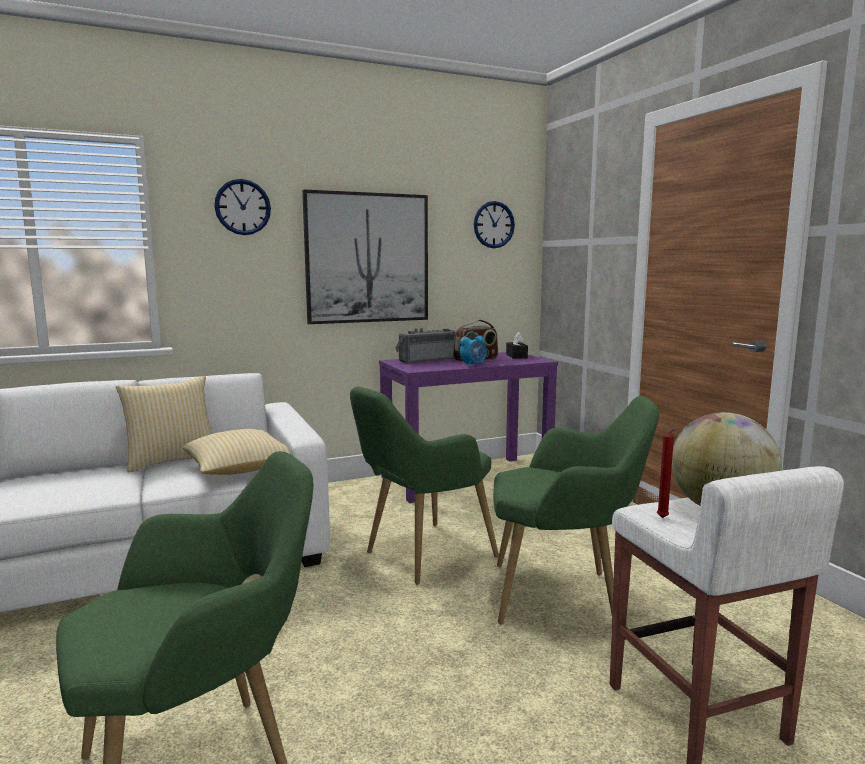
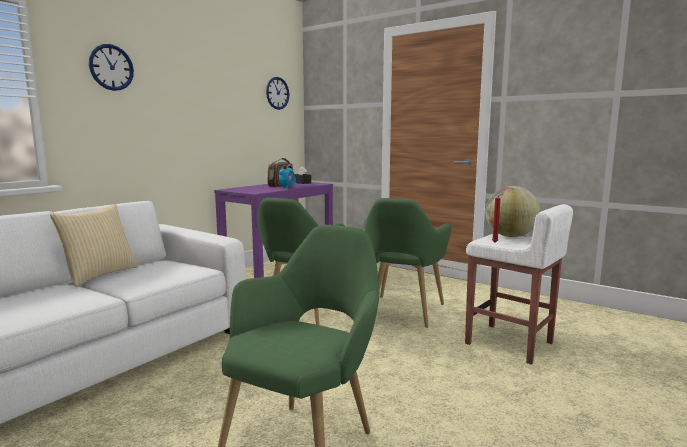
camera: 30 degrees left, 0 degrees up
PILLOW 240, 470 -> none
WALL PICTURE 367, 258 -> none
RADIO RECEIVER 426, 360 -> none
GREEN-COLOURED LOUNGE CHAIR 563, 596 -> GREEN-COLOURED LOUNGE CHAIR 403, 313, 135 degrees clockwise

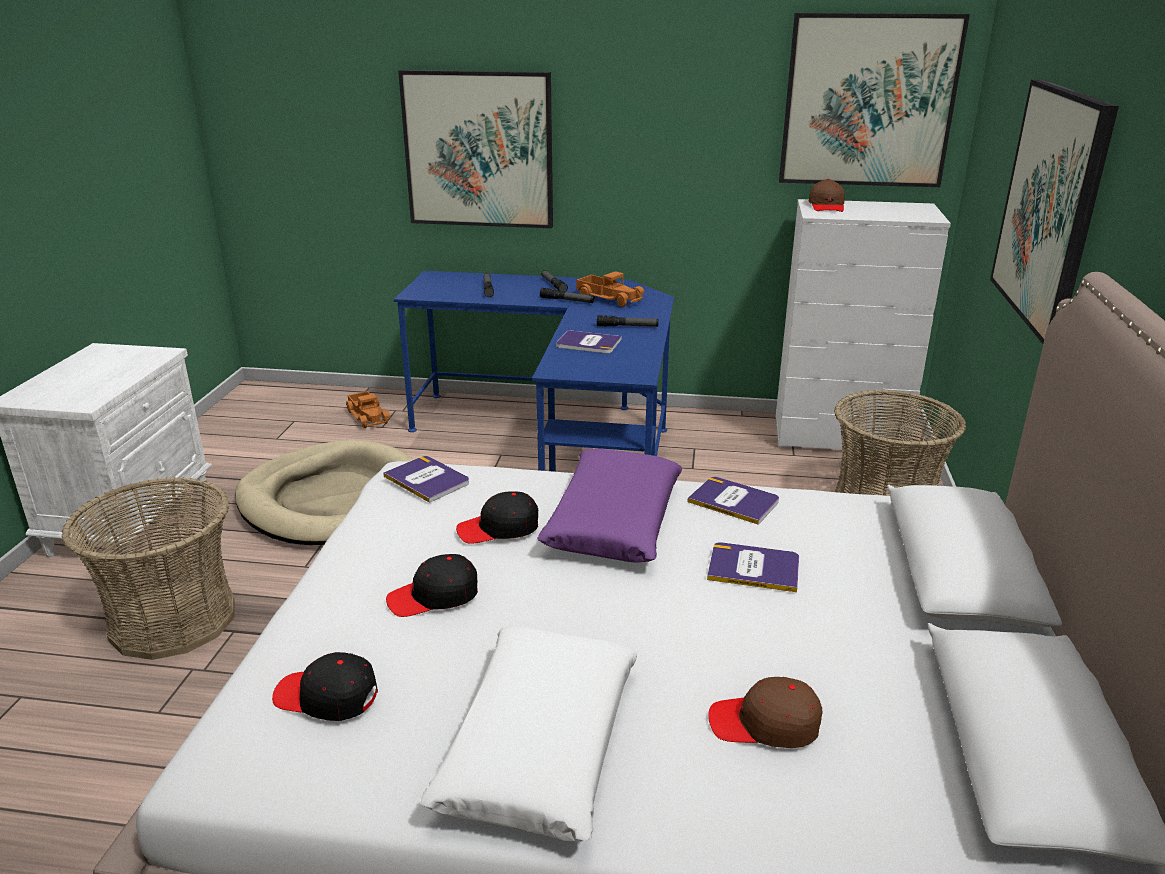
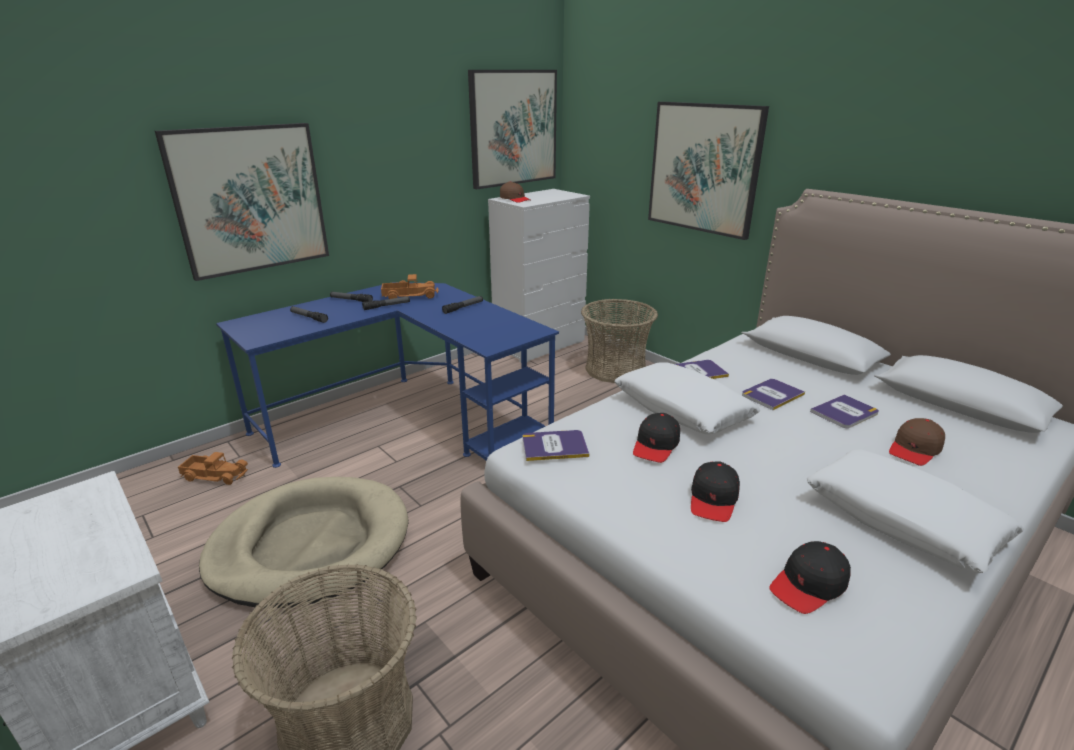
camera: 50 degrees left, 0 degrees up
VOLUME 588, 343 -> VOLUME 844, 412, move
PURPLISH PILLOW 613, 520 -> WHITISH PILLOW 682, 409

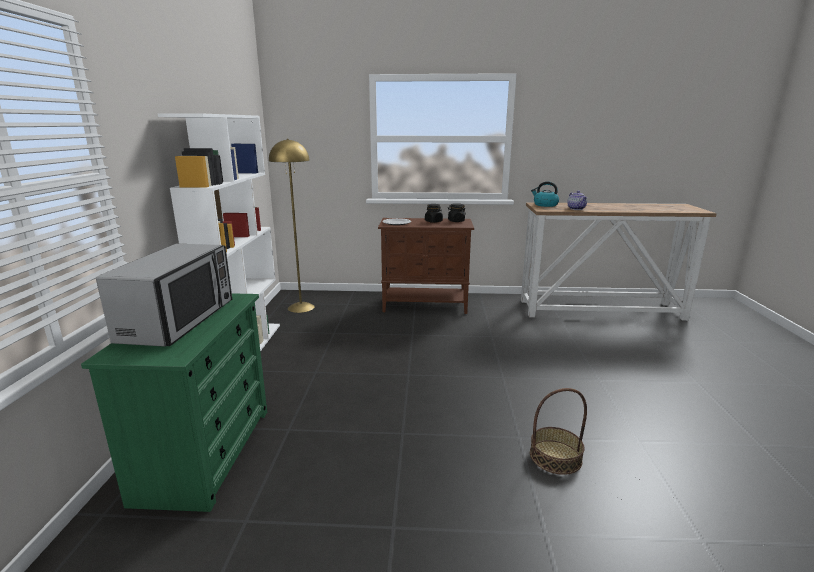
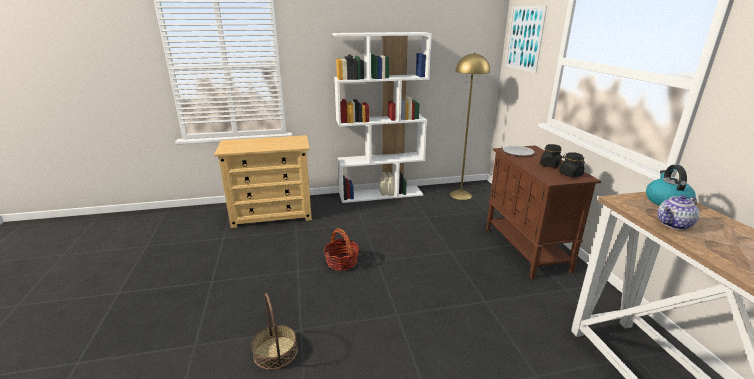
camera: 75 degrees right, 5 degrees up
MICROWAVE 179, 320 -> none
none -> HOUSEHOLD BASKET 342, 262
none -> WALL PICTURE 524, 38
GREEN-COLOURED DRESSER 206, 452 -> SAND-COLOURED DRESSER 273, 214

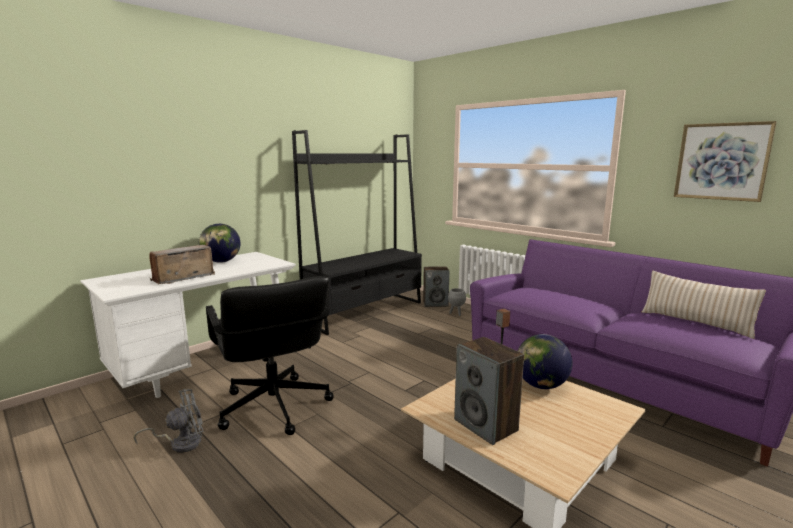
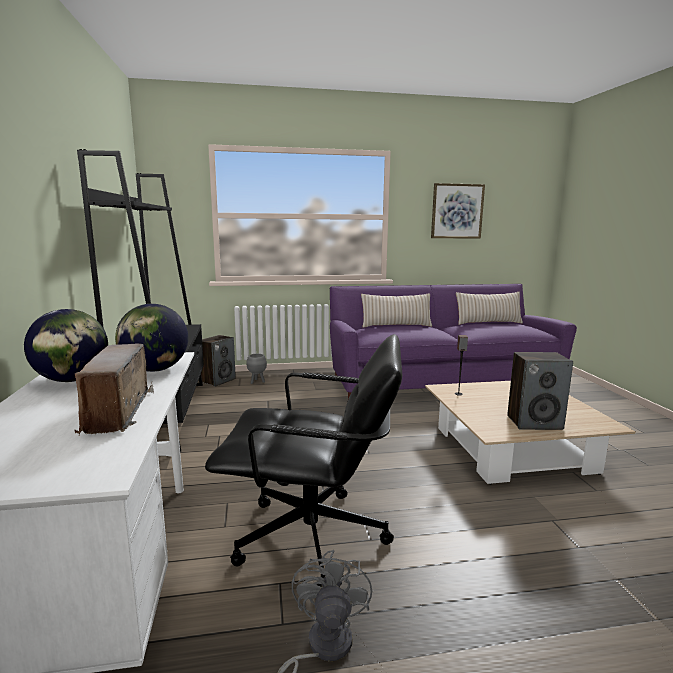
camera: 55 degrees left, 0 degrees up
none -> SAND-COLOURED PILLOW 396, 325
WORLD GLOBE 541, 385 -> WORLD GLOBE 155, 370, move

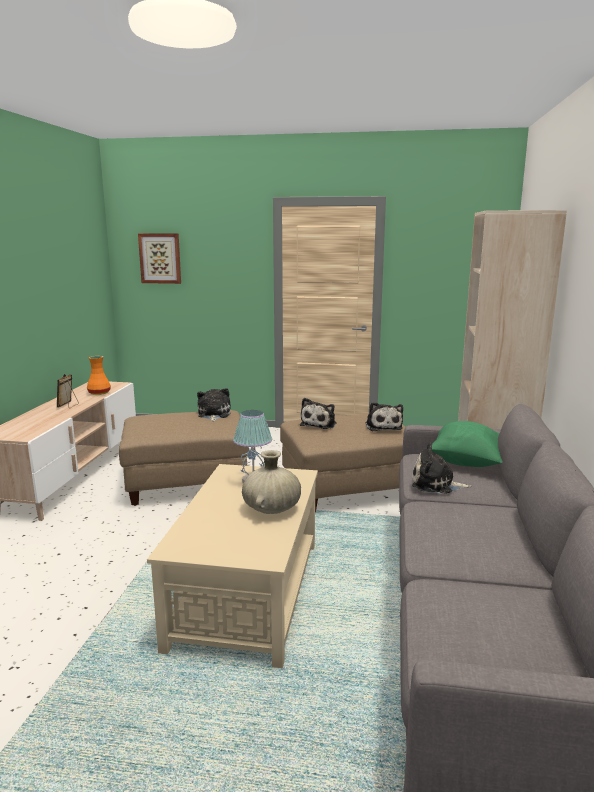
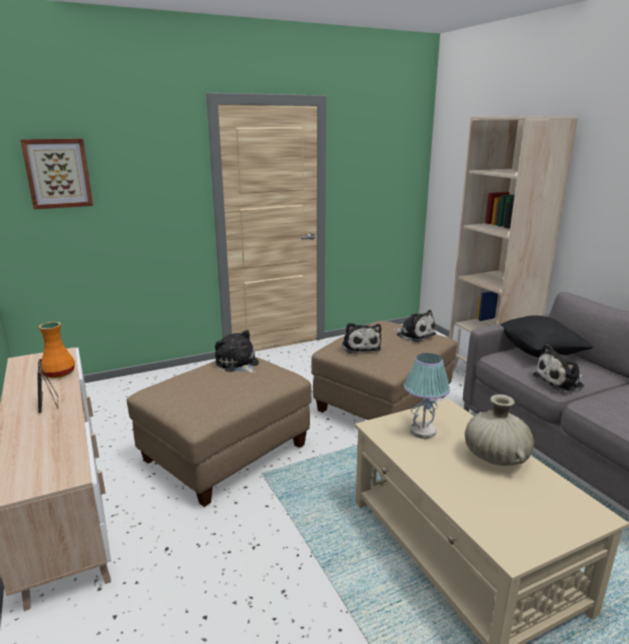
camera: 35 degrees left, 5 degrees up
GREEN-COLOURED PILLOW 466, 462 -> BLACK PILLOW 539, 352

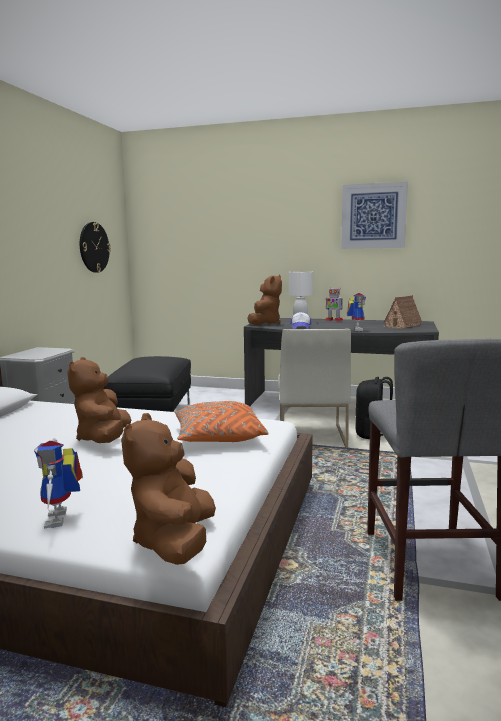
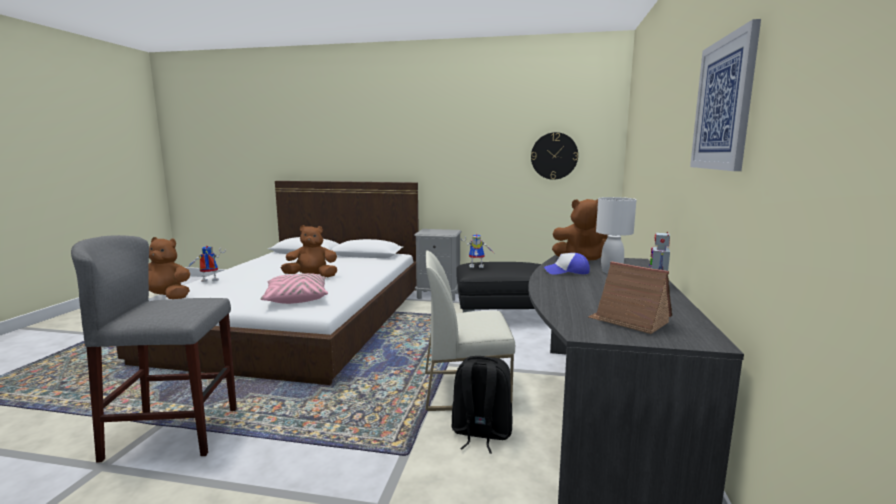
camera: 85 degrees right, 0 degrees up
TOY ROBOT 355, 329 -> TOY ROBOT 477, 266, move
ORANGE-COLOURED PILLOW 218, 437 -> PINK-COLOURED PILLOW 296, 298

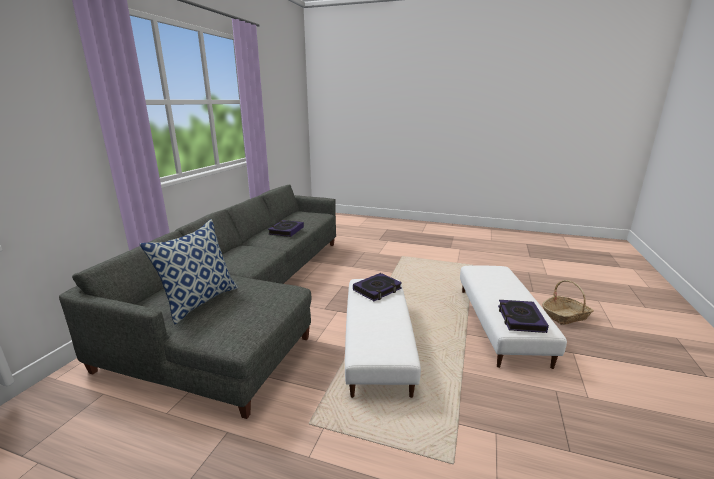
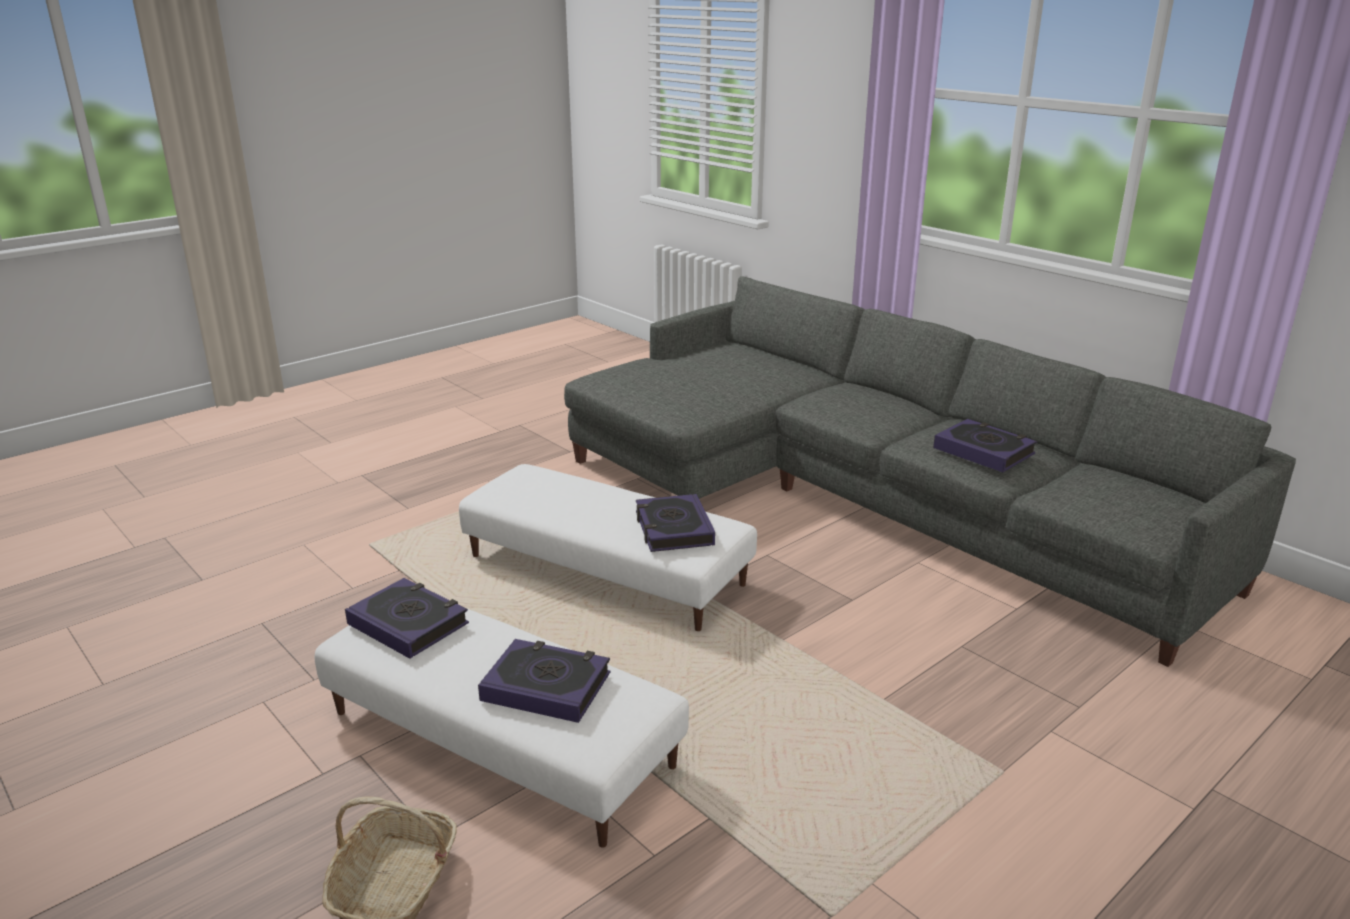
camera: 120 degrees right, 5 degrees up
PILLOW 200, 301 -> none
none -> VOLUME 546, 687

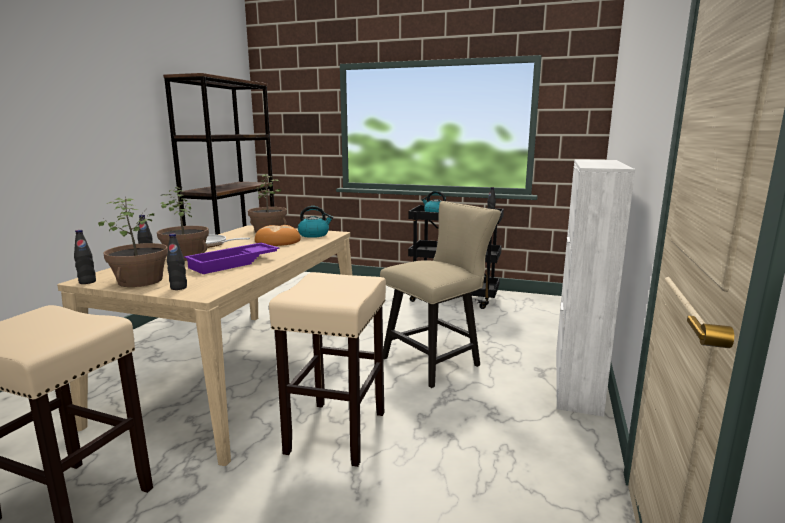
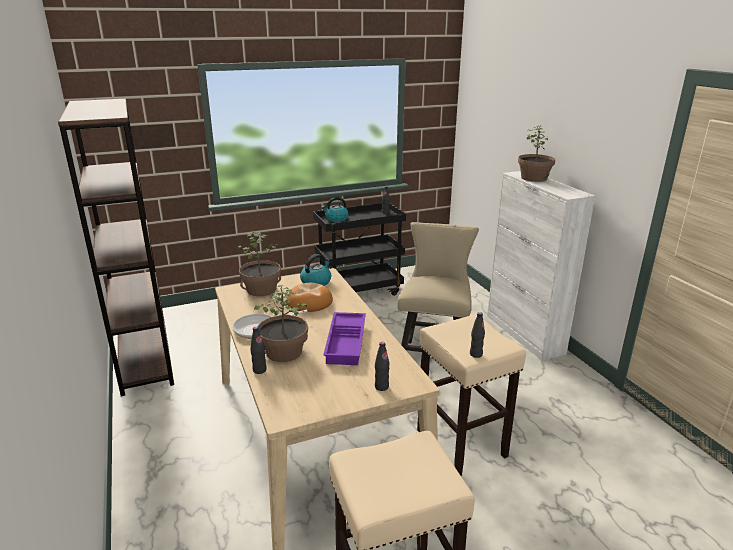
camera: 40 degrees left, 10 degrees up
BLACK DRINK BOTTLE 87, 282 -> BLACK DRINK BOTTLE 476, 354, move
PLANT IN A POT 141, 281 -> PLANT IN A POT 534, 178, move

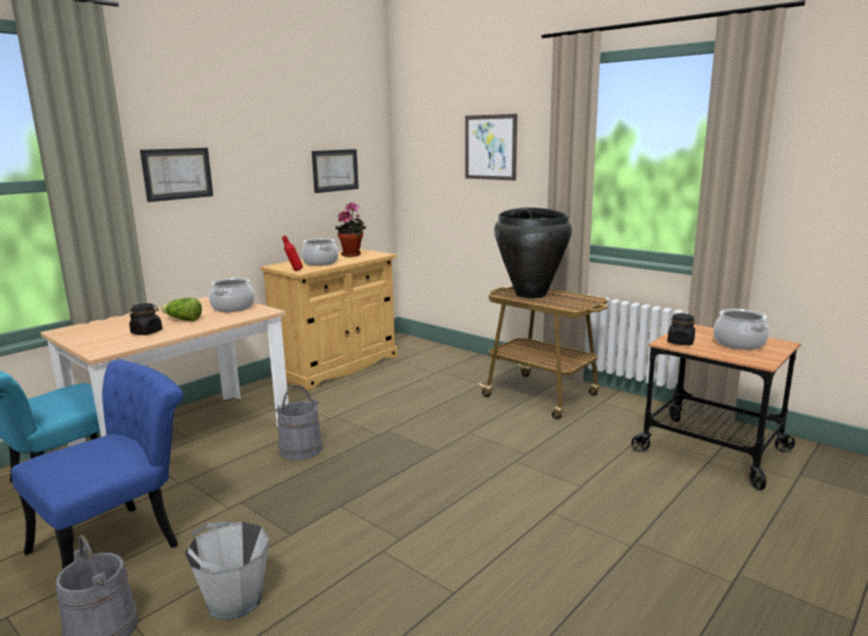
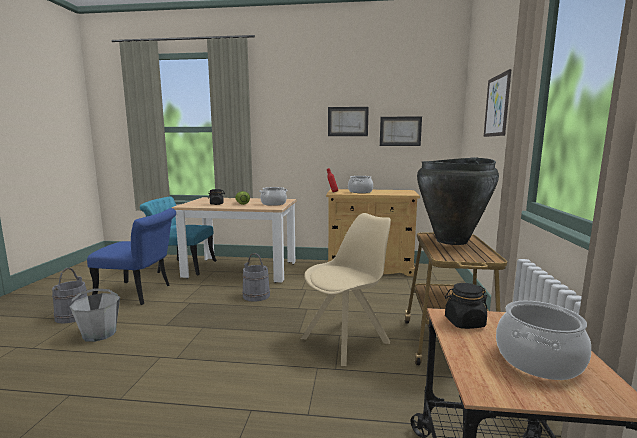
camera: 55 degrees right, 5 degrees down
PLANT IN A POT 352, 254 -> none
none -> SAND-COLOURED CHAIR 347, 340
WALL PICTURE 177, 174 -> WALL PICTURE 348, 121, move

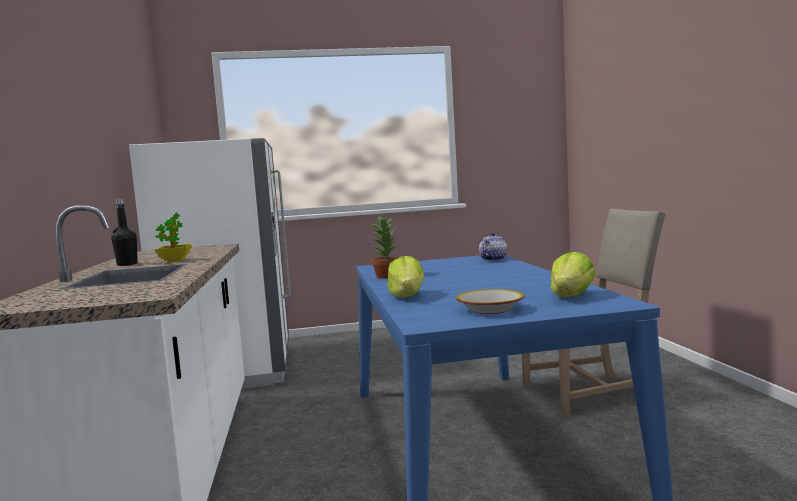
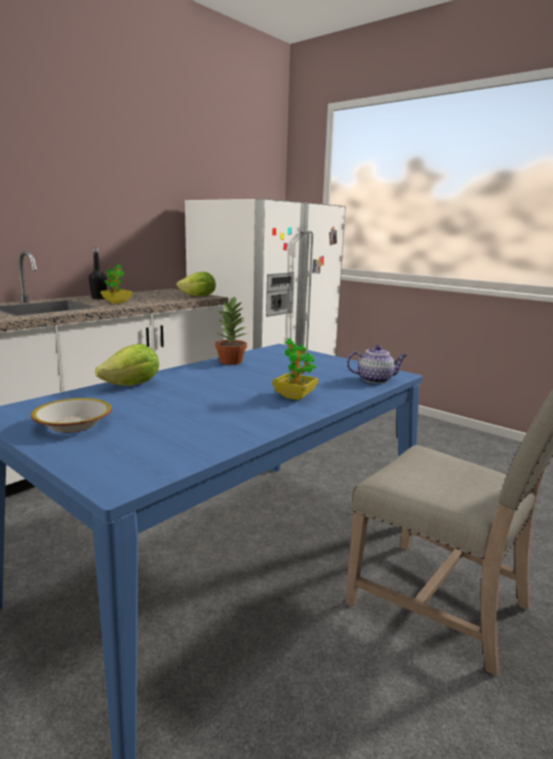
camera: 50 degrees right, 10 degrees up
none -> PLANT IN A POT 295, 396
LETTUCE 572, 296 -> LETTUCE 198, 296, move

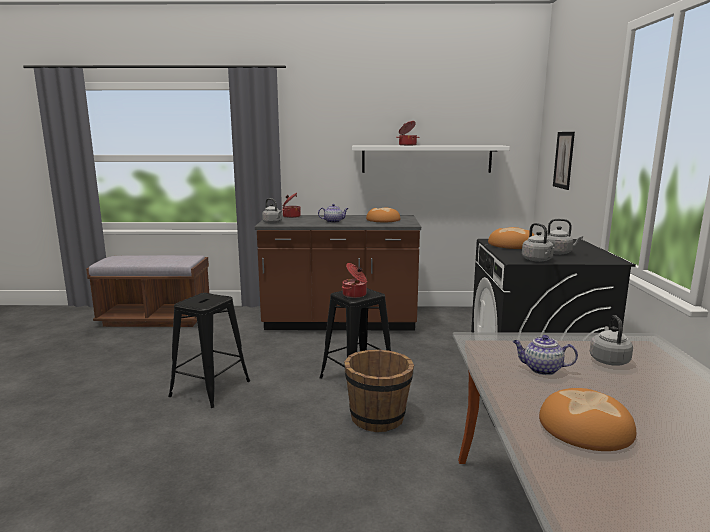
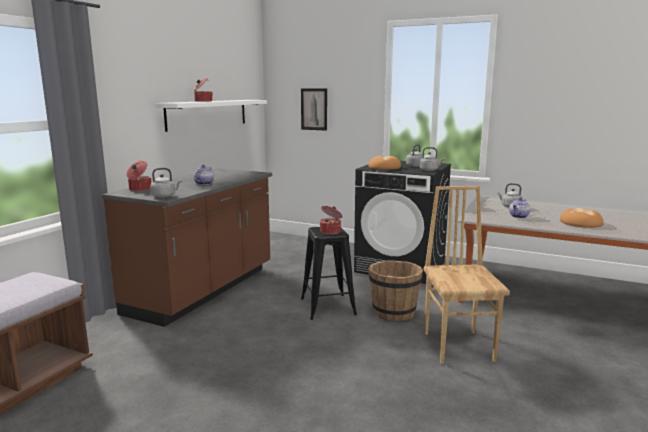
camera: 65 degrees left, 0 degrees up
BLACK STOOL 210, 388 -> none
BREAD 383, 220 -> none
none -> BROWN CHAIR 459, 346

